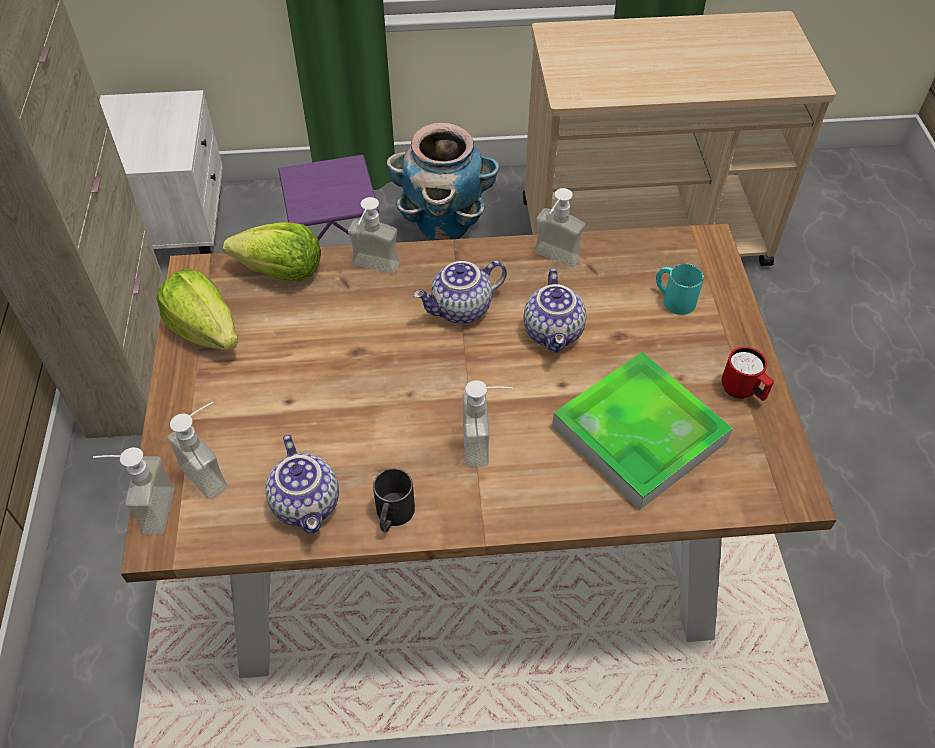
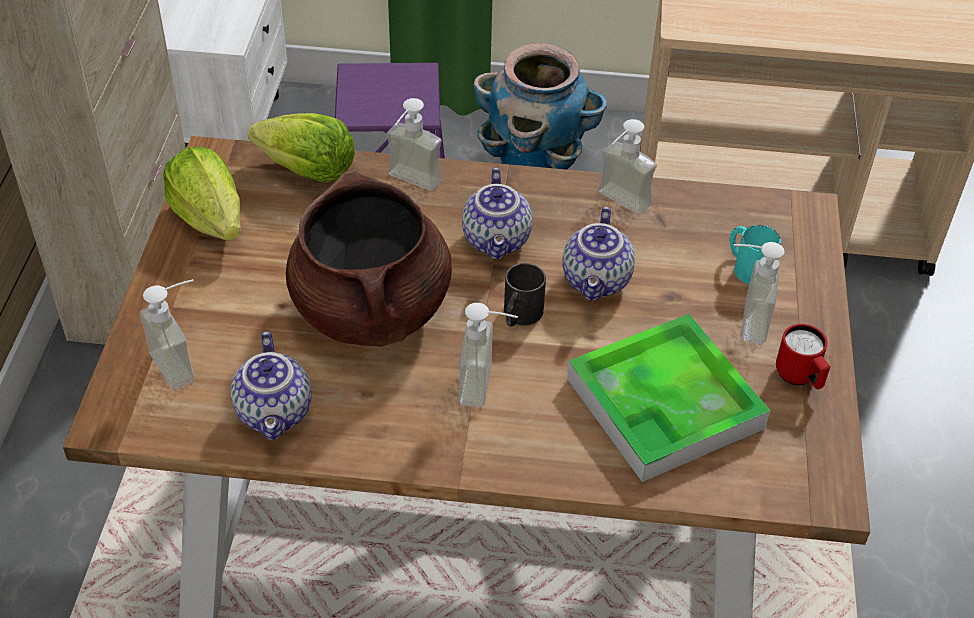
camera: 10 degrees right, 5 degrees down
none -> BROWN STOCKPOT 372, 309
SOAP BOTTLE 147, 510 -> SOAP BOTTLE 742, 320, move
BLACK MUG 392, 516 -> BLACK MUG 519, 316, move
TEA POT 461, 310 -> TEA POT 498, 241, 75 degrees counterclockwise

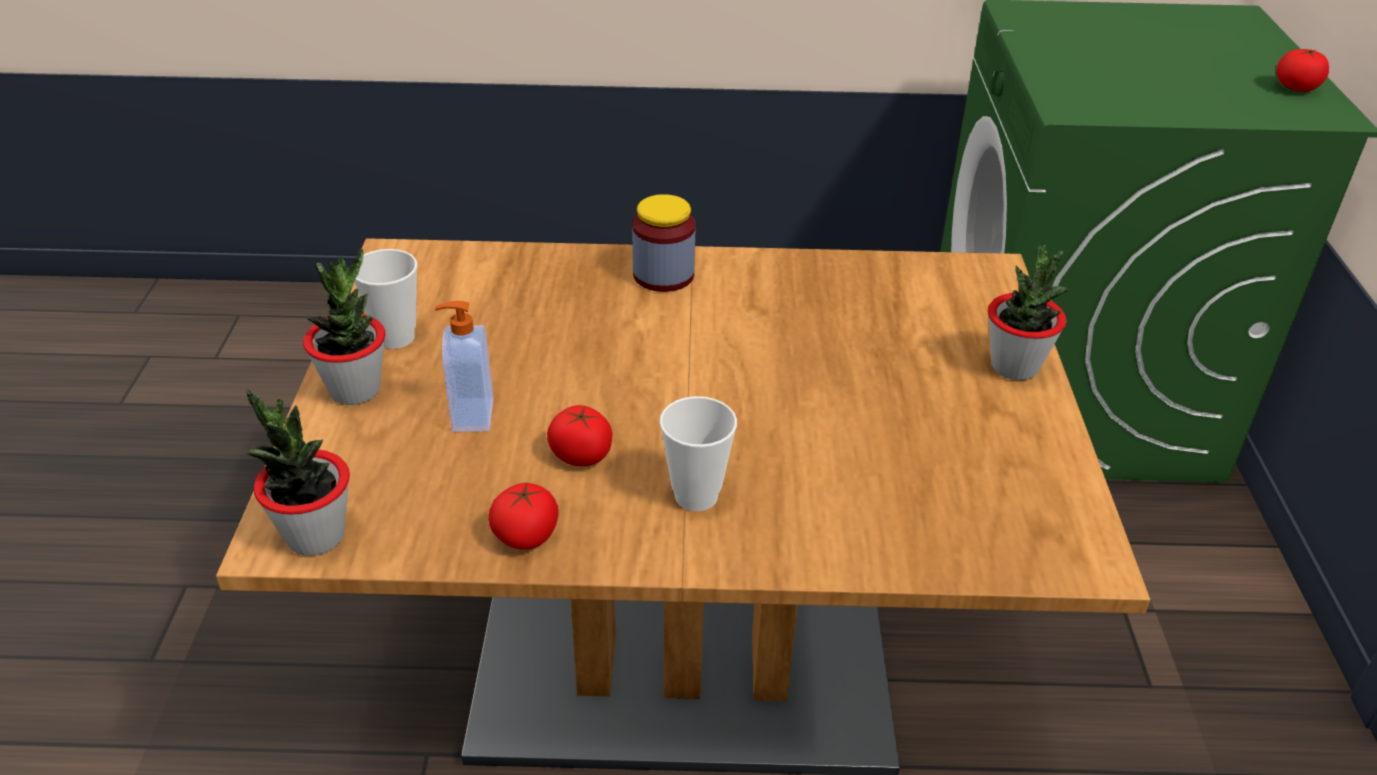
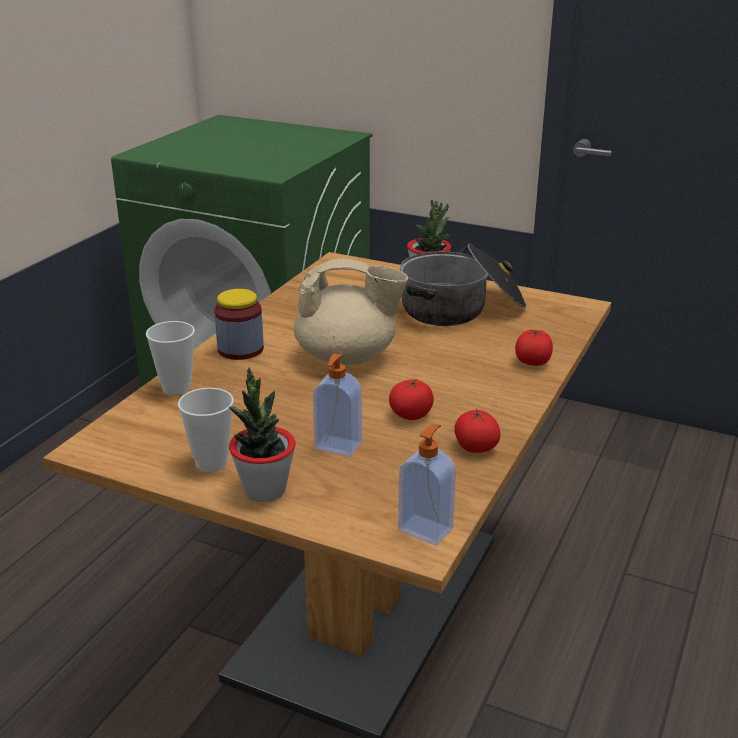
camera: 65 degrees left, 10 degrees down
none -> SAND-COLOURED TEA POT 348, 357
none -> STOCKPOT 462, 308
CUP 696, 496 -> CUP 176, 387, move
TOMATO 1296, 88 -> TOMATO 532, 362, move
PLANT IN A POT 315, 536 -> SOAP BOTTLE 426, 529

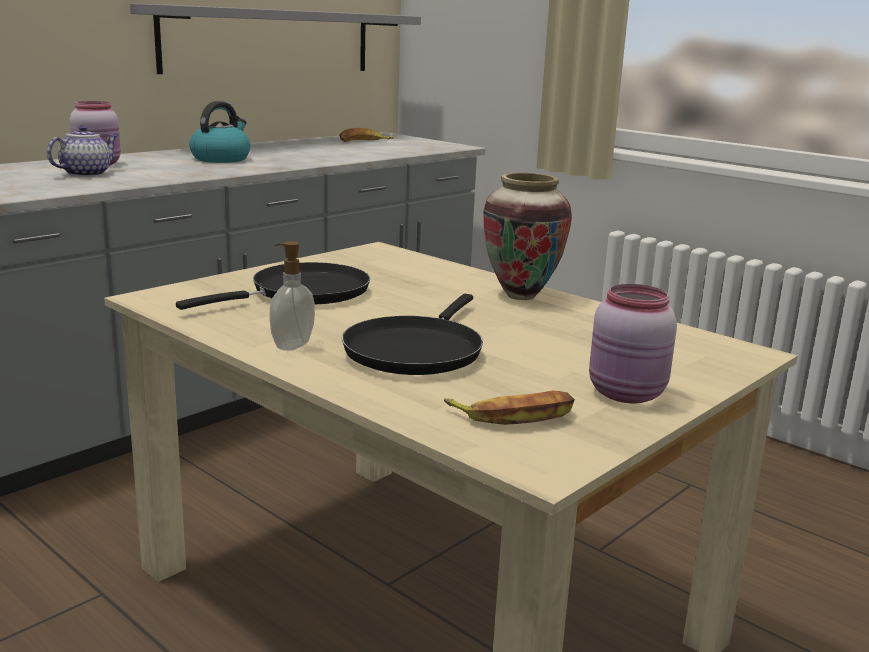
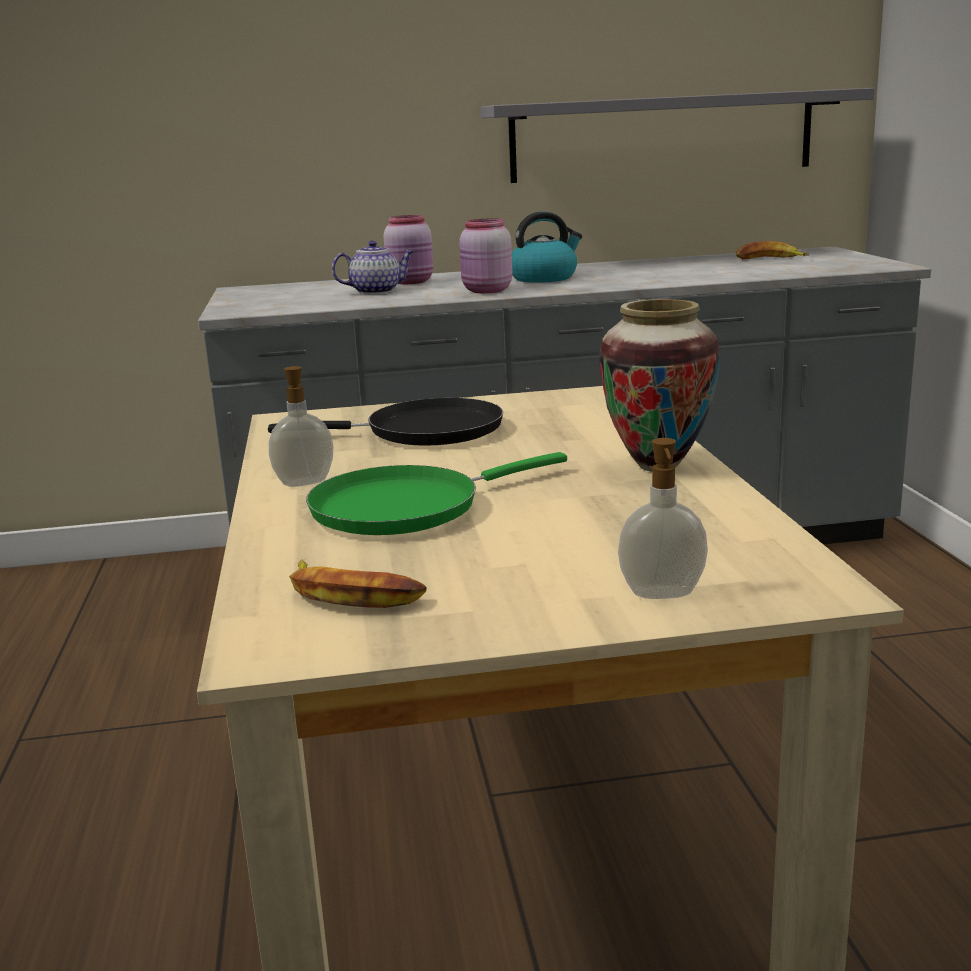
camera: 40 degrees right, 0 degrees up
none -> SOAP BOTTLE 662, 595
PINK-COLOURED STORAGE JAR 627, 394 -> PINK-COLOURED STORAGE JAR 486, 291, move
BLACK SKILLET 416, 350 -> GREEN-COLOURED SKILLET 406, 507

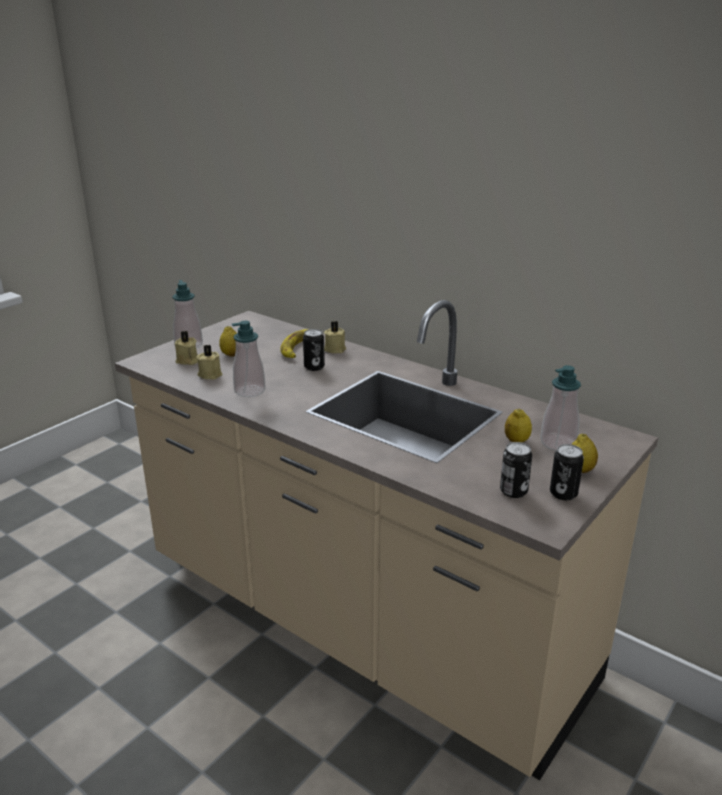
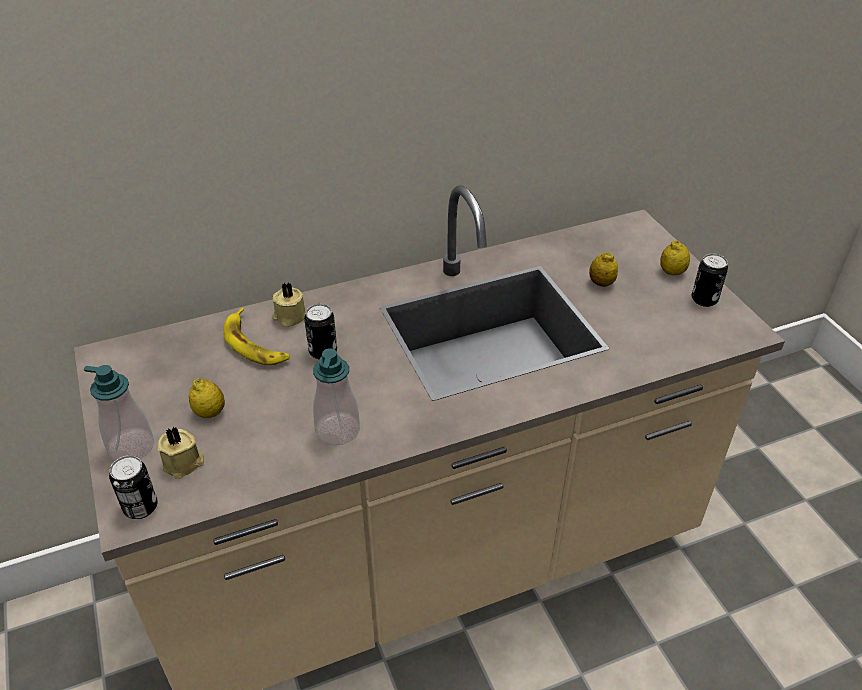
camera: 60 degrees left, 15 degrees up
SAND-COLOURED CANDLE 210, 374 -> none
SOAP BOTTLE 558, 443 -> none
SEALED CAN 513, 491 -> SEALED CAN 141, 507, move

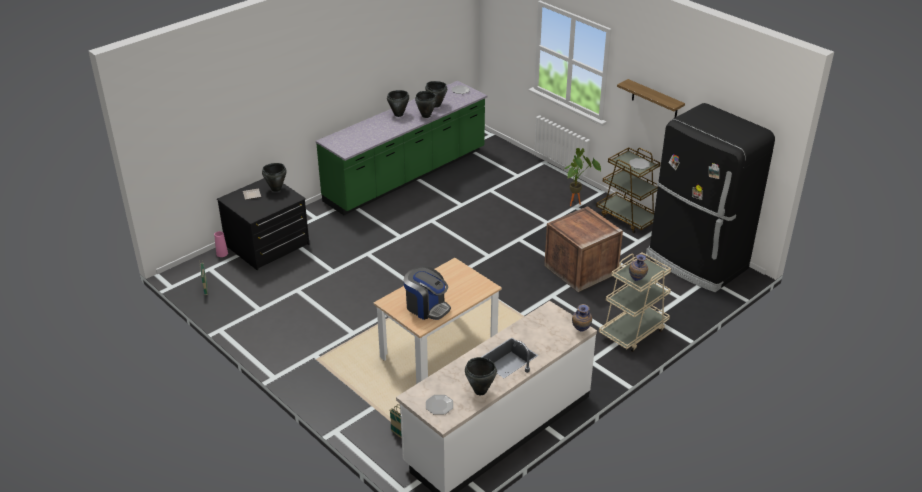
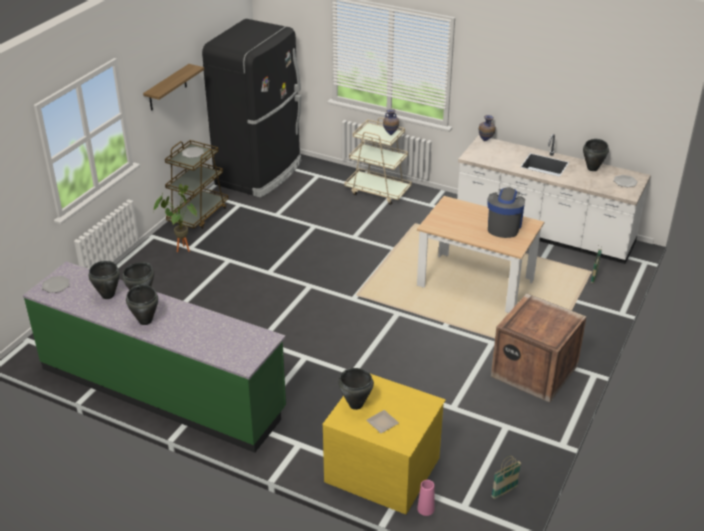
camera: 110 degrees left, 0 degrees up
CRATE 579, 269 -> CRATE 534, 372, move
BLACK DRESSER 268, 245 -> YELLOW-COLOURED DRESSER 383, 468

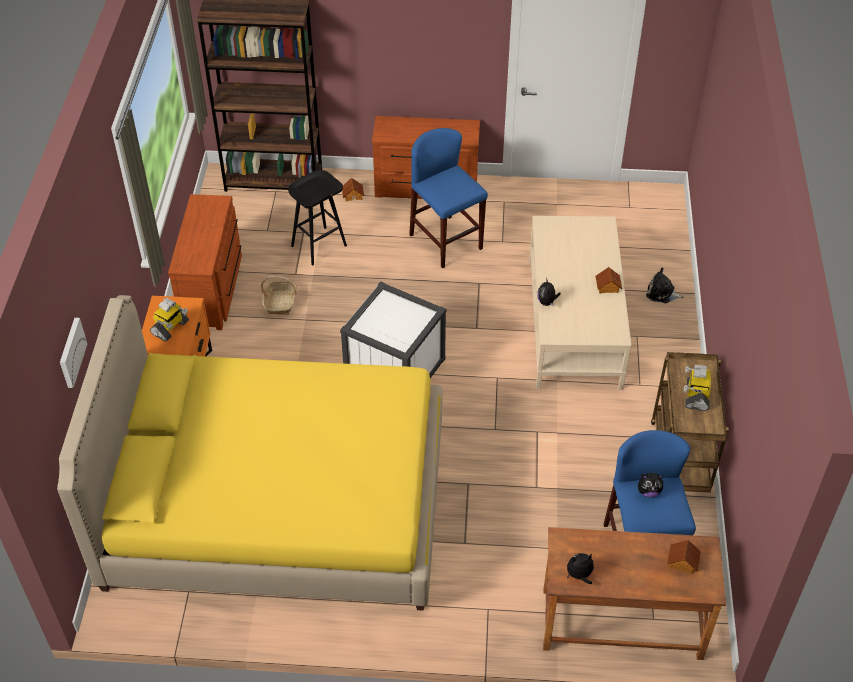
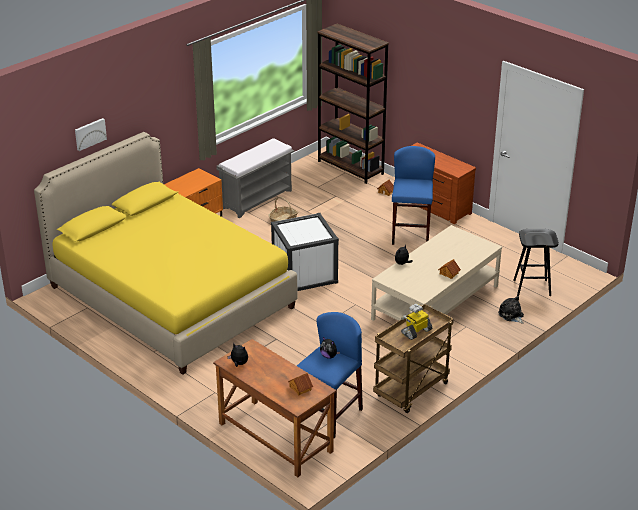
camera: 40 degrees right, 15 degrees down
TOY ROBOT 170, 328 -> none
BLACK STOOL 319, 245 -> BLACK STOOL 532, 287, move
BROWN DRESSER 214, 289 -> GREYISH INDOOR BENCH 257, 199

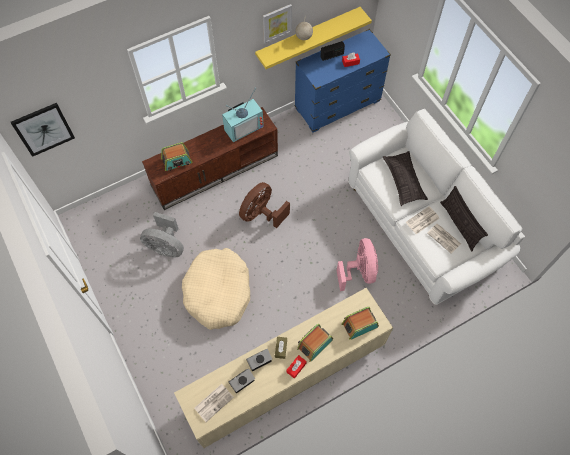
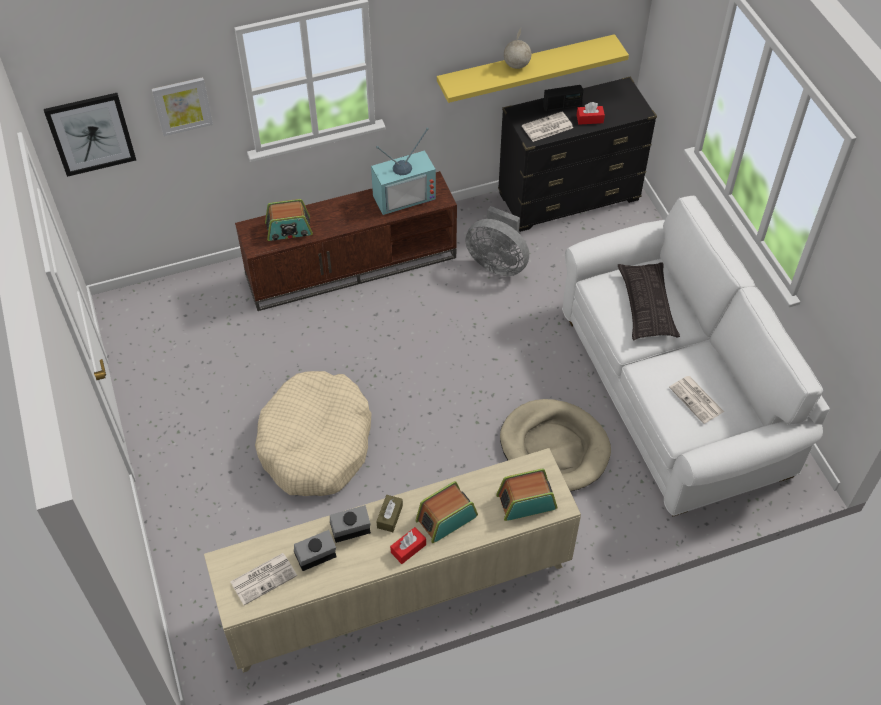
camera: 10 degrees right, 10 degrees down
BROWN COOLING FAN 261, 214 -> none
PILLOW 459, 225 -> none
GREYISH COOLING FAN 166, 247 -> GREYISH COOLING FAN 497, 263, move
WALL PICTURE 277, 23 -> WALL PICTURE 182, 105, move
NEWSPAPER 422, 220 -> NEWSPAPER 547, 127, move
PINK-COLOURED COOLING FAN 359, 272 -> SAND-COLOURED DOG CUSHION 554, 448
BLUE DRESSER 337, 105 -> BLACK DRESSER 569, 197

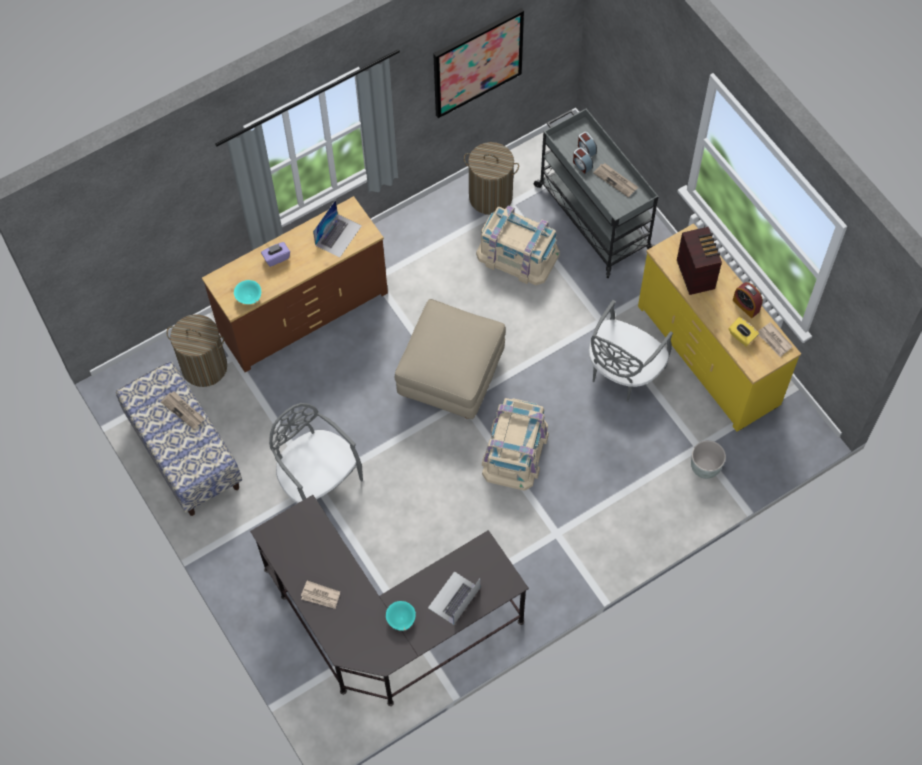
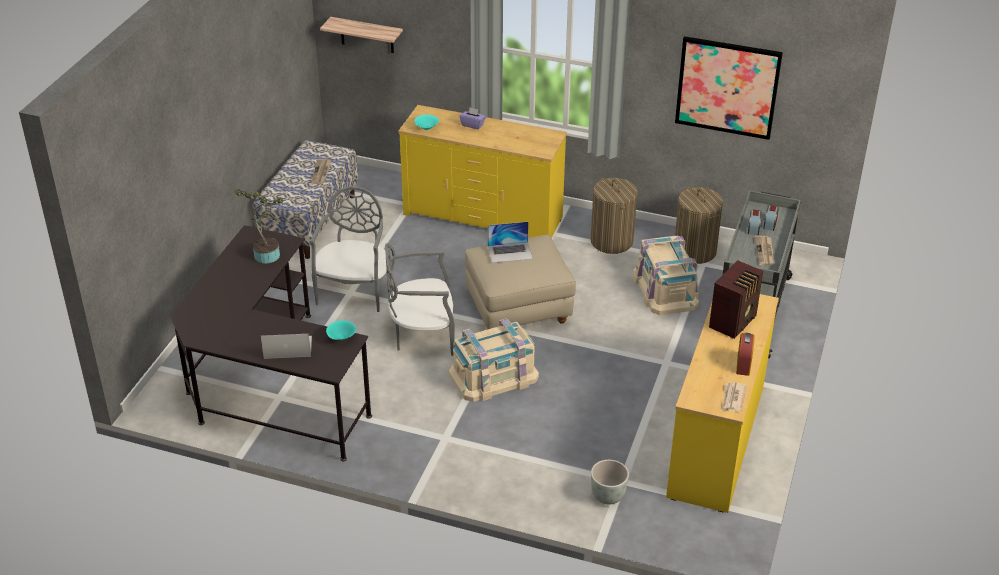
camera: 50 degrees right, 25 degrees down
NEWSPAPER 320, 596 -> none
YELLOW-COLOURED BOX OF TISSUES 741, 336 -> none
none -> PLANT IN A POT 266, 253
none -> SHELF 367, 35
HAMPER 204, 366 -> HAMPER 611, 241, move
NOTEBOOK COMPUTER 338, 235 -> NOTEBOOK COMPUTER 510, 252, move
BLUE-GREEN BOWL 401, 619 -> BLUE-GREEN BOWL 341, 338, move
GREYISH CHAIR 623, 372 -> GREYISH CHAIR 422, 335, move
BROWN DRESSER 303, 312 -> YELLOW-COLOURED DRESSER 483, 216

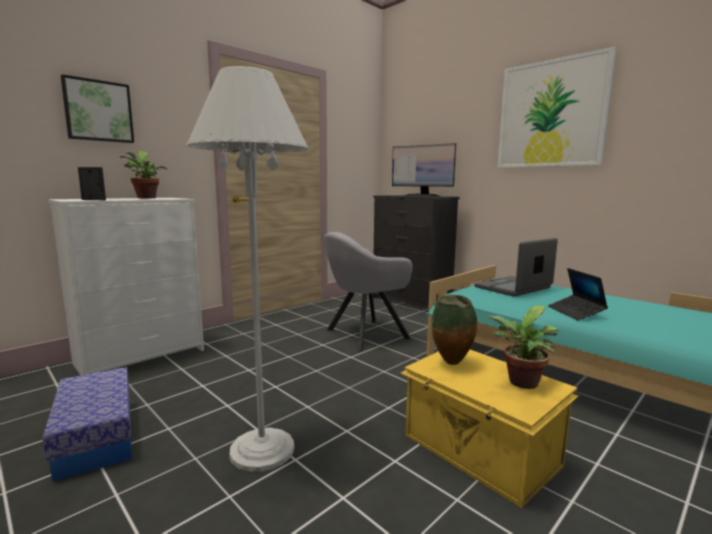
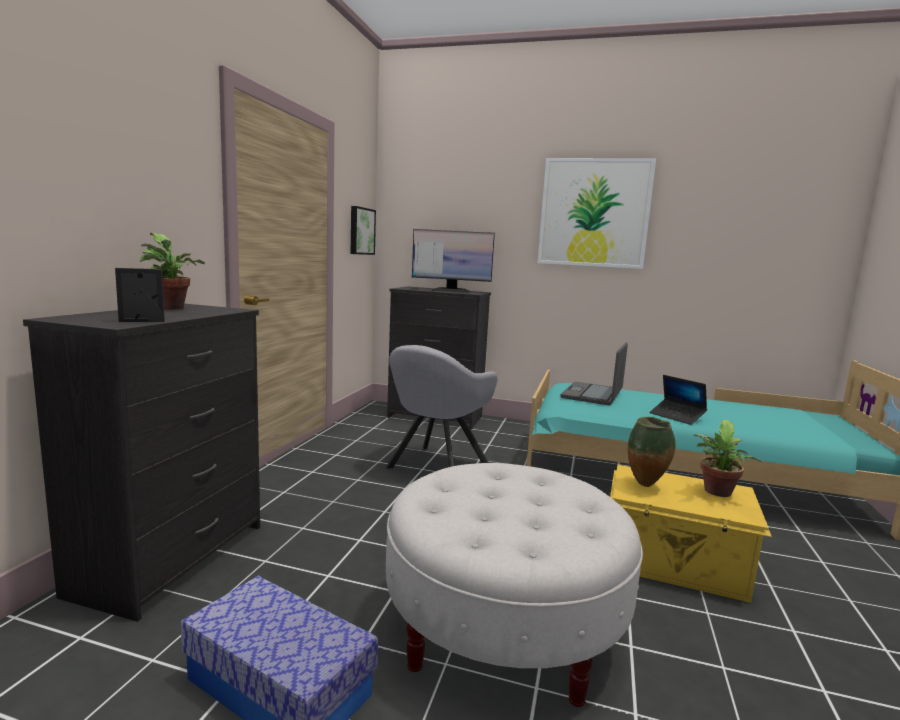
camera: 30 degrees left, 0 degrees up
WALL PICTURE 98, 111 -> WALL PICTURE 361, 231, move
WHITISH STANDARD LAMP 262, 450 -> WHITISH POUFFE 503, 628
WHITISH DRESSER 142, 356 -> BLACK DRESSER 173, 557

